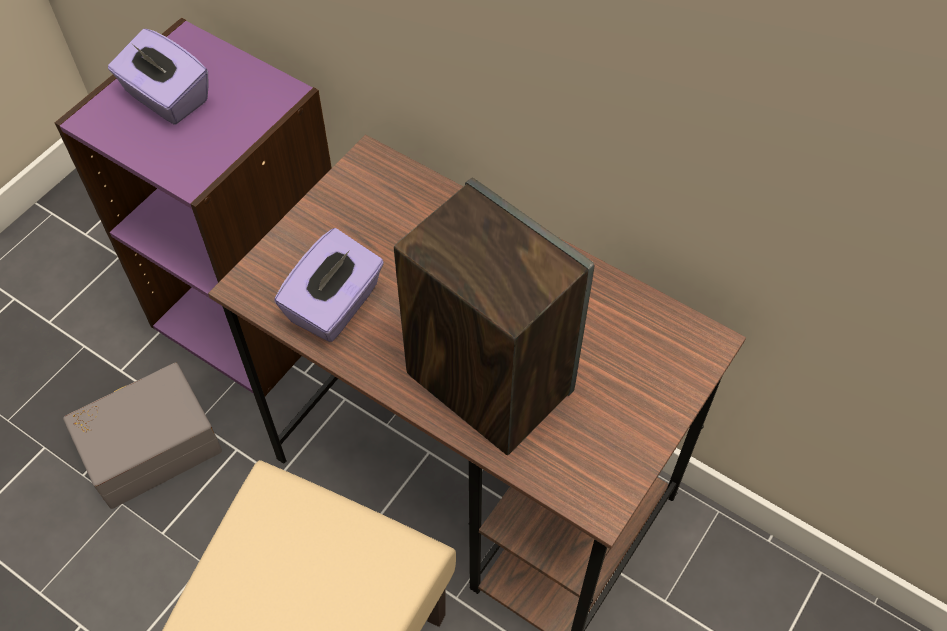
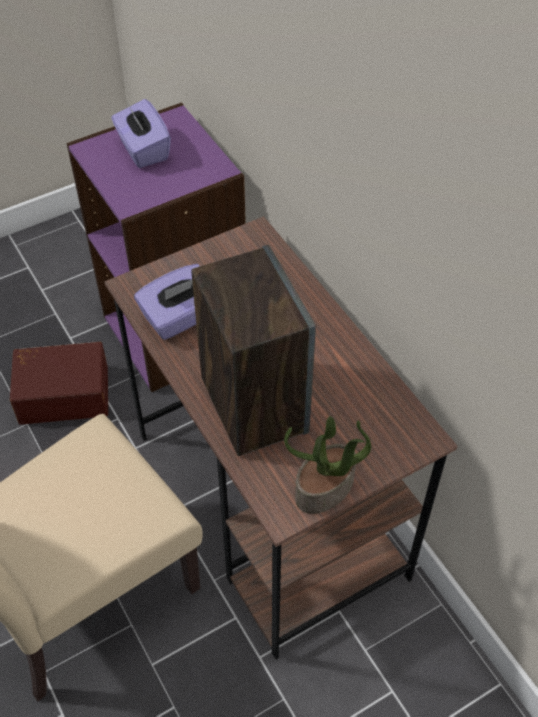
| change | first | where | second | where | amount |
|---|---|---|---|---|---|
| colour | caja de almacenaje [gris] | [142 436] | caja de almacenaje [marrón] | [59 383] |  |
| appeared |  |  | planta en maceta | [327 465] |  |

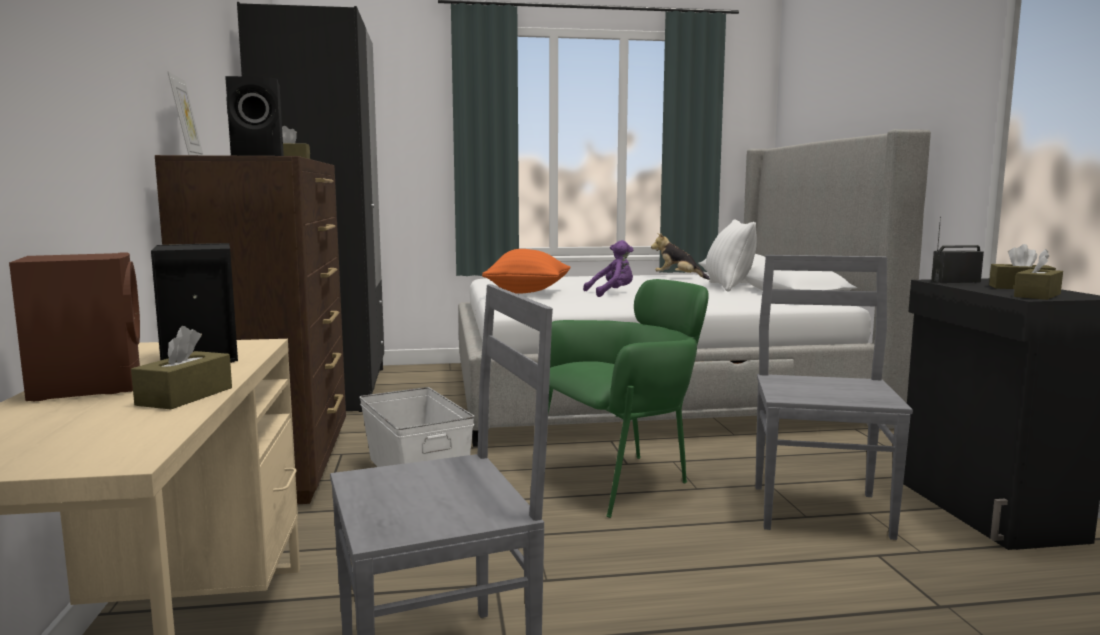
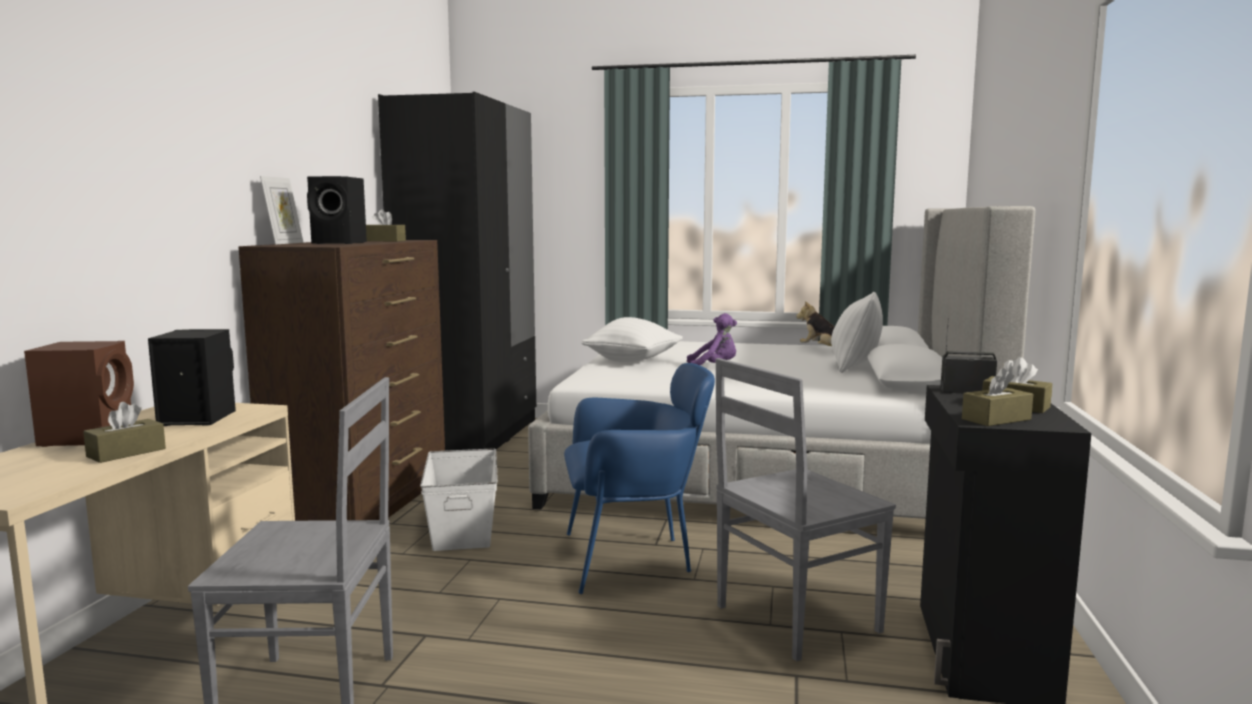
| change | first | where | second | where | amount |
|---|---|---|---|---|---|
| colour | cojín [naranja] | [526 271] | cojín [blanco] | [632 339] |  |
| spun | silla [gris] | [834 397] |  | [805 509] | 150 degrees counterclockwise |
| colour | sillón [verde] | [628 398] | sillón [azul] | [639 478] |  |

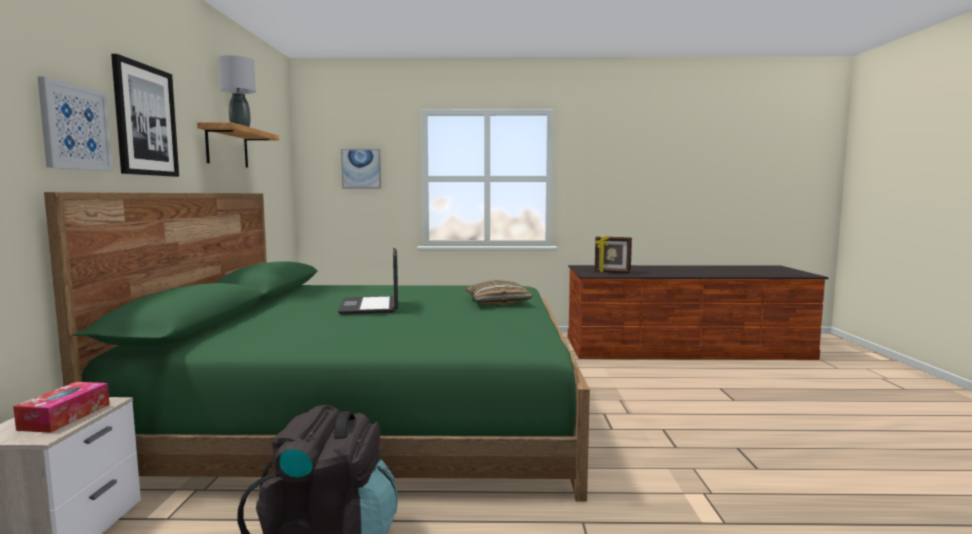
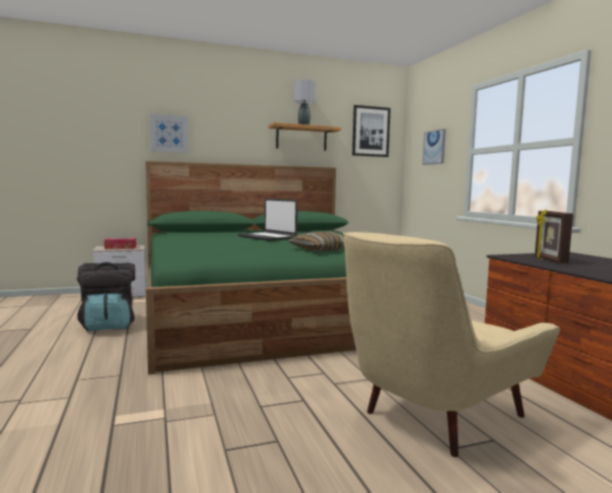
| change | first | where | second | where | amount |
|---|---|---|---|---|---|
| relocated | cuadro | [145 115] |  | [371 131] |  |
| spun | portátil | [368 281] |  | [268 219] | 105 degrees counterclockwise |
| appeared |  |  | sillón [beis] | [451 344] |  |

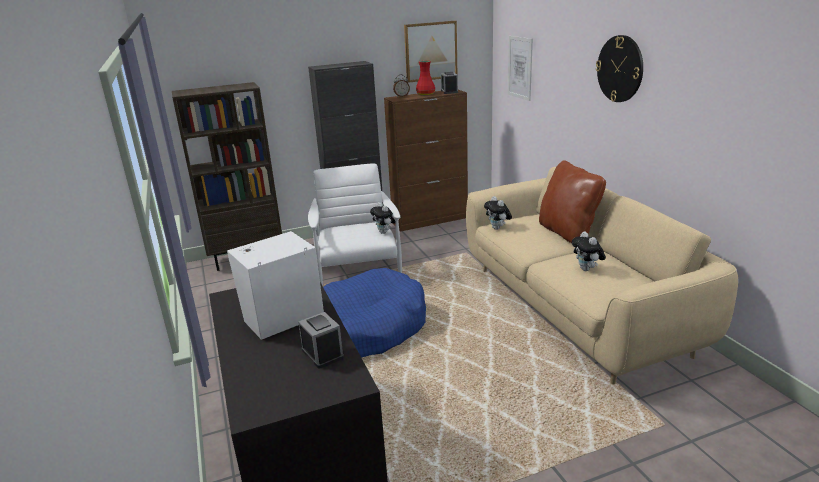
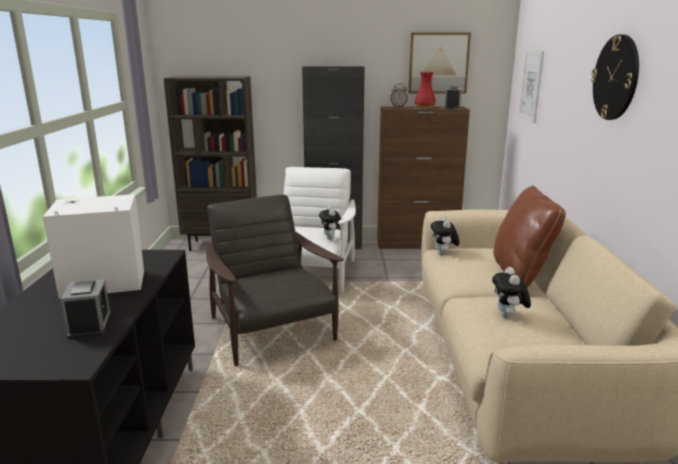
| change | first | where | second | where | amount |
|---|---|---|---|---|---|
| exchanged | cama para perro [azul] | [374 313] | sillón [marrón] | [275 280] |  |

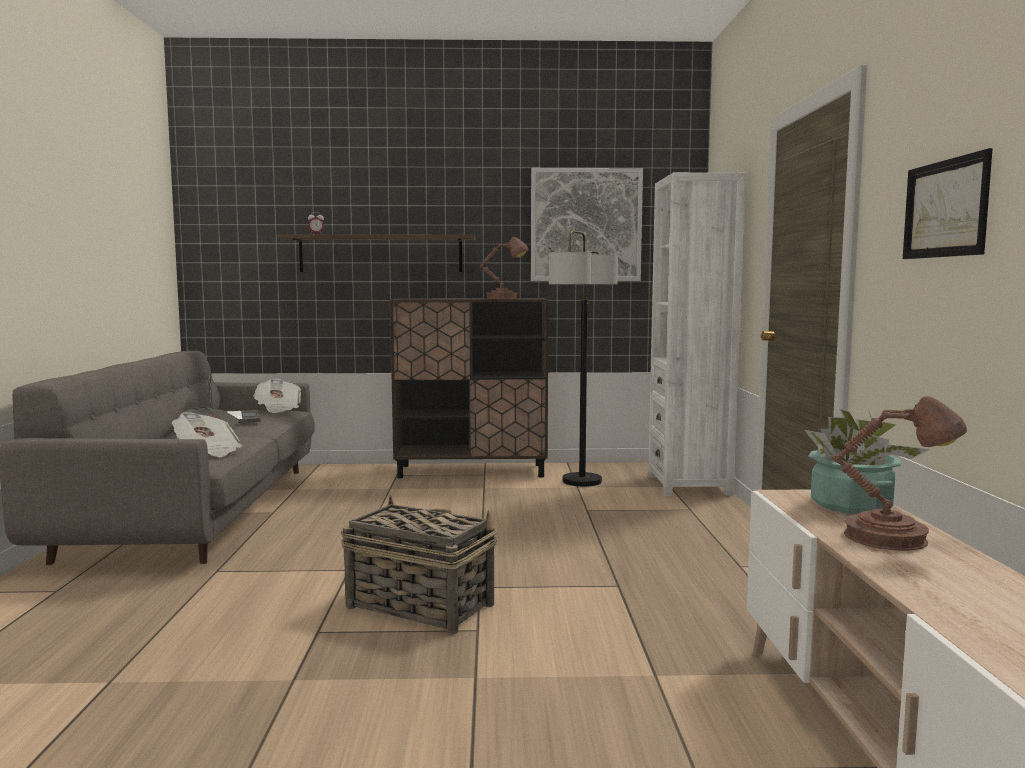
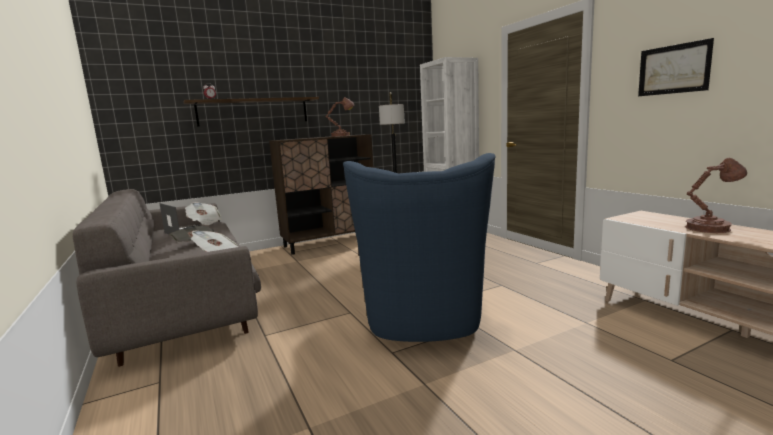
| change | first | where | second | where | amount |
|---|---|---|---|---|---|
| missing | cuadro | [587 224] |  |  |  |
| missing | planta en maceta | [867 461] |  |  |  |
| exchanged | cesta | [419 564] | sillón [azul] | [419 247] |  |

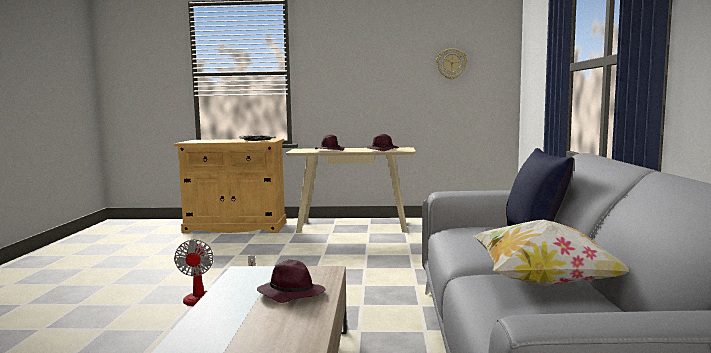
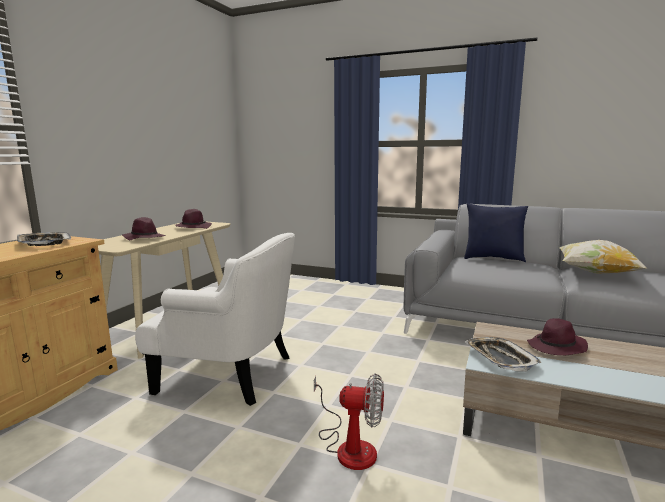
| change | first | where | second | where | amount |
|---|---|---|---|---|---|
| missing | reloj de pared | [451 64] |  |  |  |
| appeared |  |  | sillón [blanco] | [215 319] |  |
| appeared |  |  | bandeja | [503 354] |  |

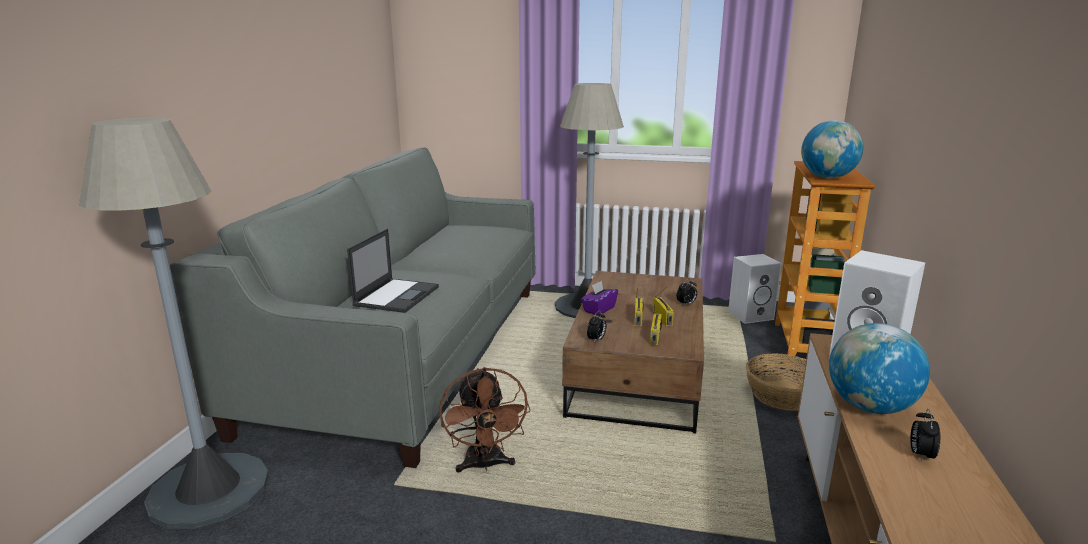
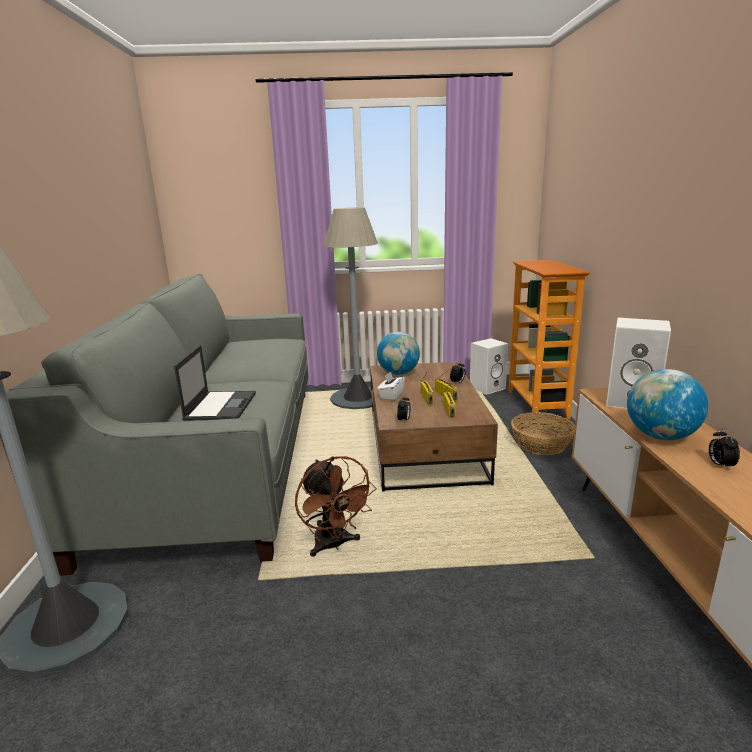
| change | first | where | second | where | amount |
|---|---|---|---|---|---|
| relocated | globo terráqueo | [832 149] |  | [398 353] |  |
| colour | caja de pañuelos [morado] | [599 298] | caja de pañuelos [blanco] | [391 386] |  |

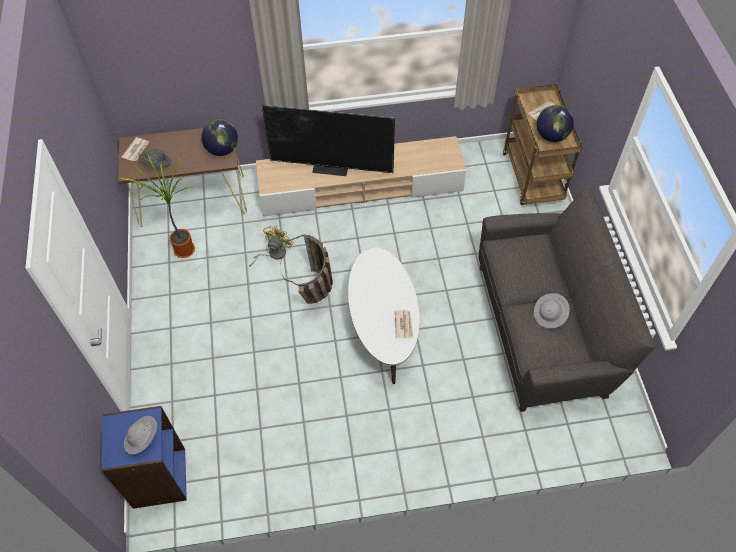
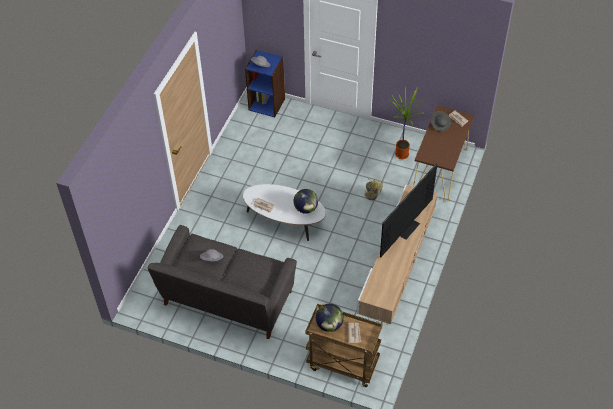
| change | first | where | second | where | amount |
|---|---|---|---|---|---|
| relocated | globo terráqueo | [219 137] |  | [306 201] |  |
| missing | cesta | [306 269] |  |  |  |

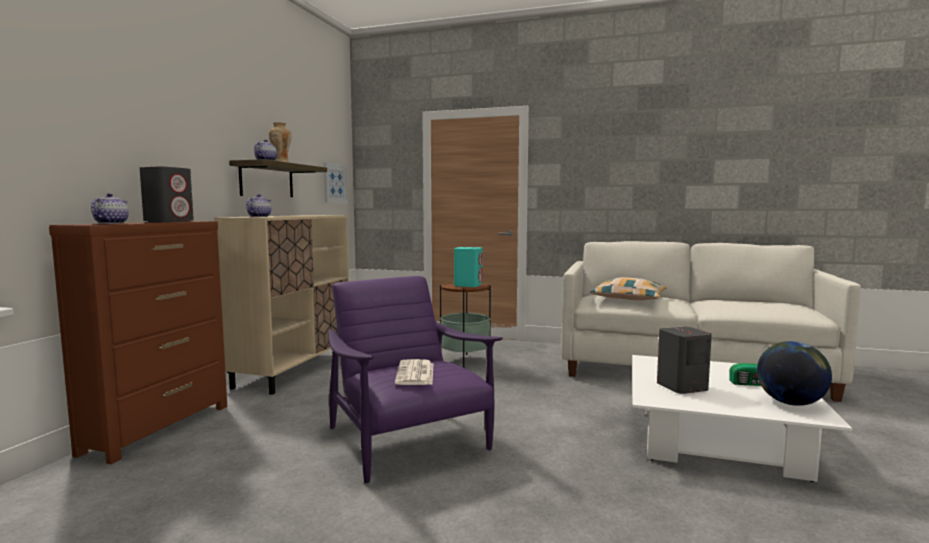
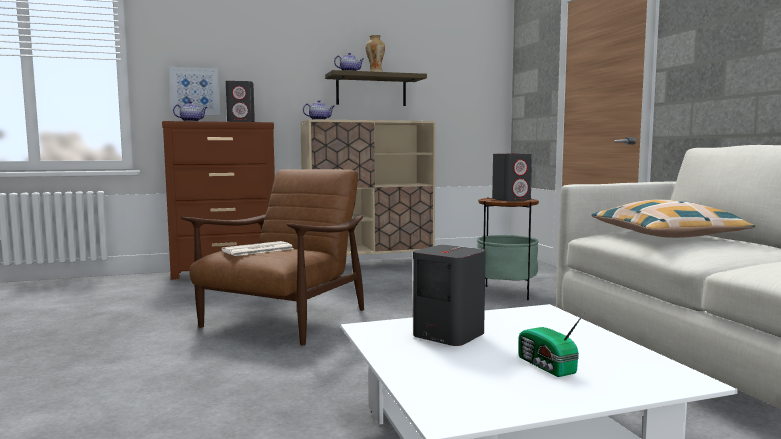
| change | first | where | second | where | amount |
|---|---|---|---|---|---|
| relocated | cuadro | [335 183] |  | [194 91] |  |
| colour | altavoz [turquesa] | [468 267] | altavoz [gris] | [512 177] |  |
| colour | sillón [morado] | [415 379] | sillón [marrón] | [272 257] |  |
| missing | globo terráqueo | [794 373] |  |  |  |

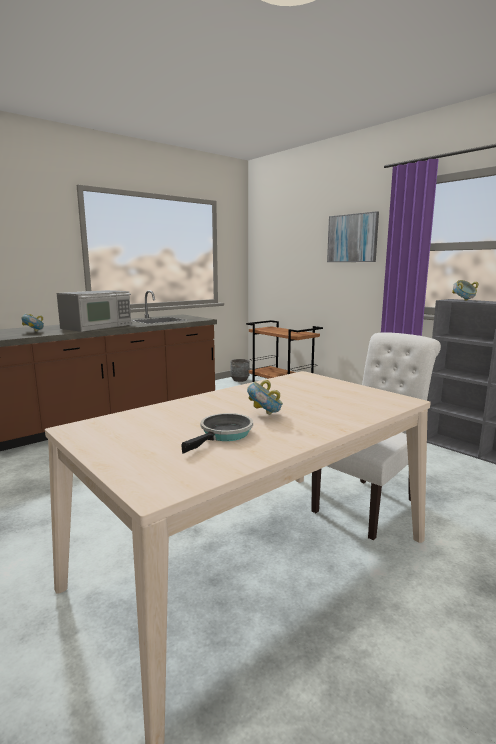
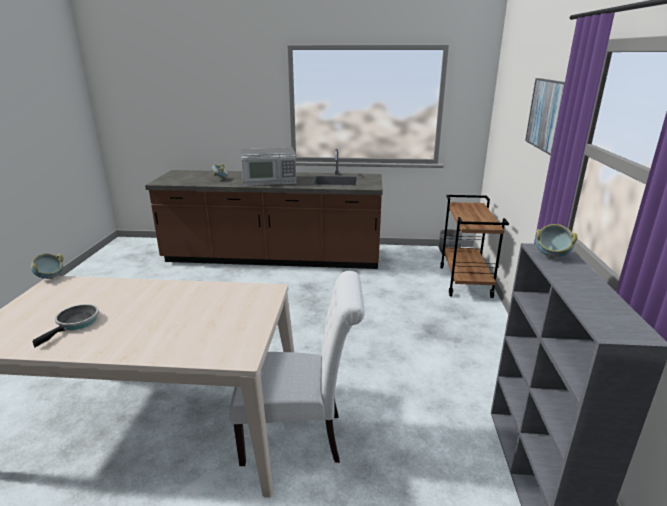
| change | first | where | second | where | amount |
|---|---|---|---|---|---|
| relocated | cuenco | [265 397] |  | [47 266] |  |
| spun | sartén | [217 433] |  | [66 325] | 60 degrees counterclockwise |

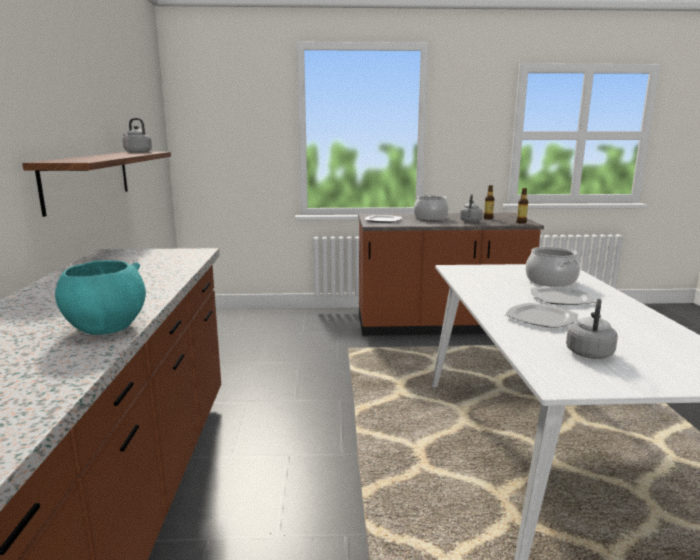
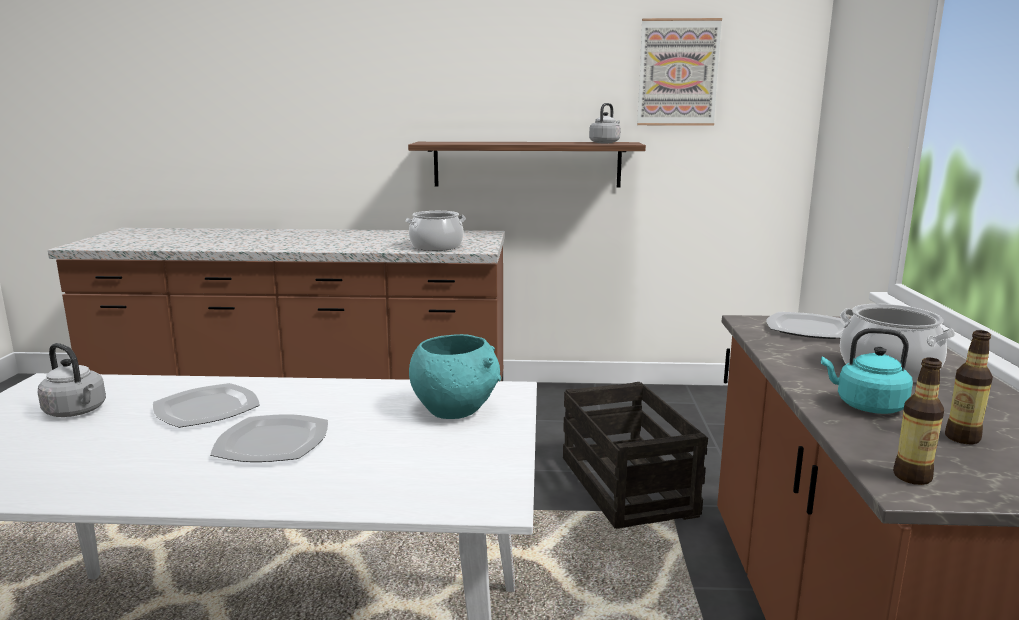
| change | first | where | second | where | amount |
|---|---|---|---|---|---|
| colour | hervidor [gris] | [471 208] | hervidor [turquesa] | [867 371] |  |
| relocated | olla | [553 267] |  | [436 231] |  |
| relocated | cuenco [turquesa] | [100 297] |  | [455 376] |  |
| appeared |  |  | cuadro | [679 71] |  |
| appeared |  |  | caja de embalaje | [635 455] |  |

